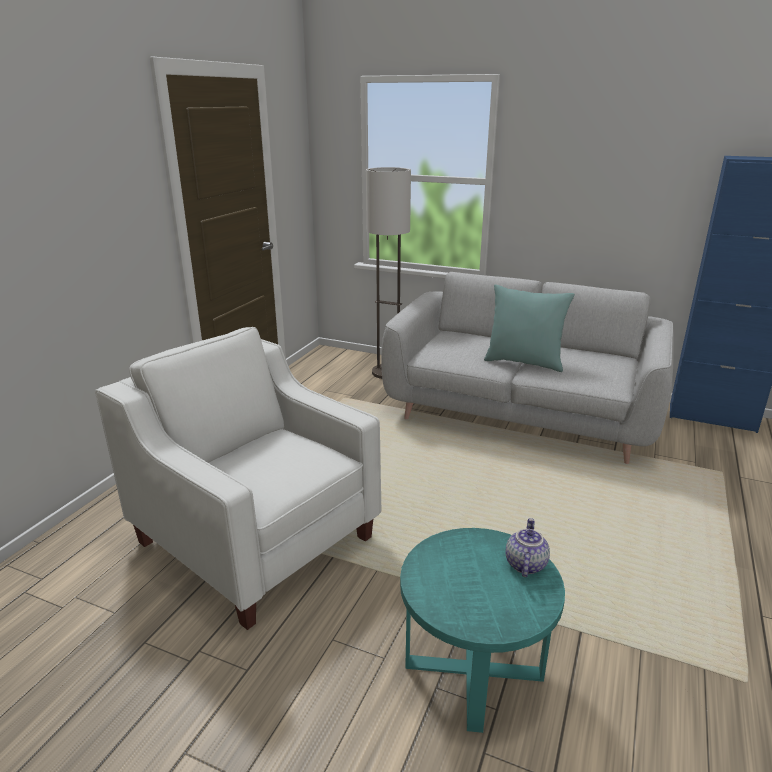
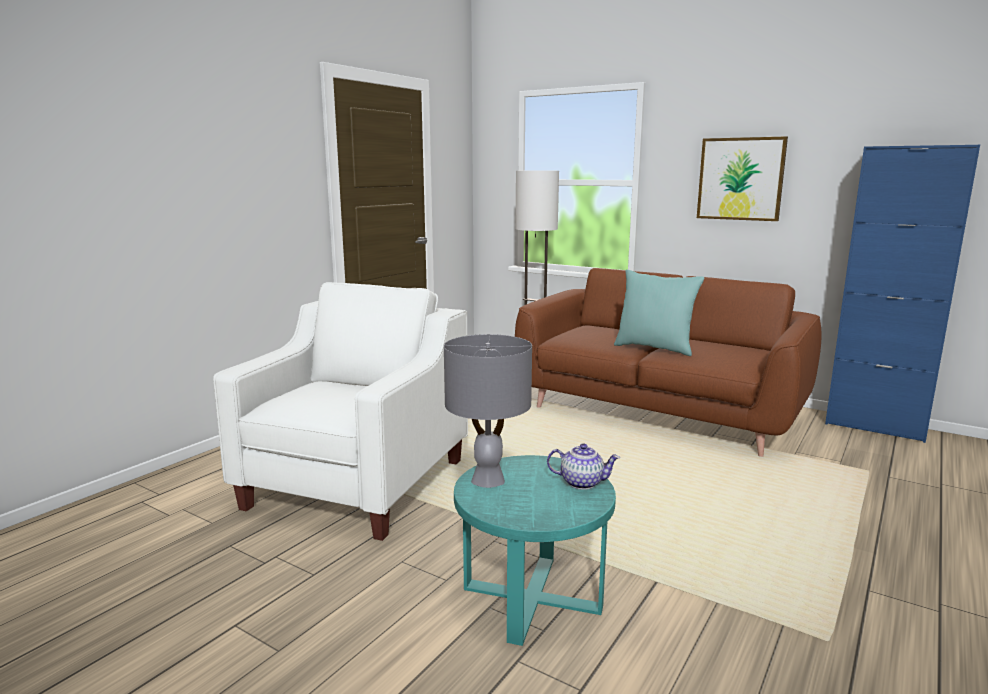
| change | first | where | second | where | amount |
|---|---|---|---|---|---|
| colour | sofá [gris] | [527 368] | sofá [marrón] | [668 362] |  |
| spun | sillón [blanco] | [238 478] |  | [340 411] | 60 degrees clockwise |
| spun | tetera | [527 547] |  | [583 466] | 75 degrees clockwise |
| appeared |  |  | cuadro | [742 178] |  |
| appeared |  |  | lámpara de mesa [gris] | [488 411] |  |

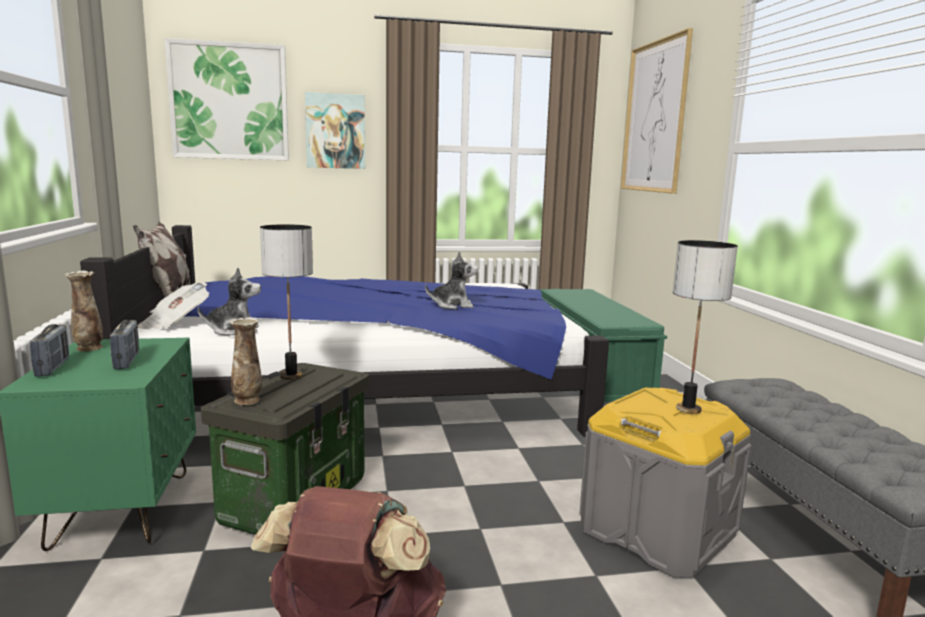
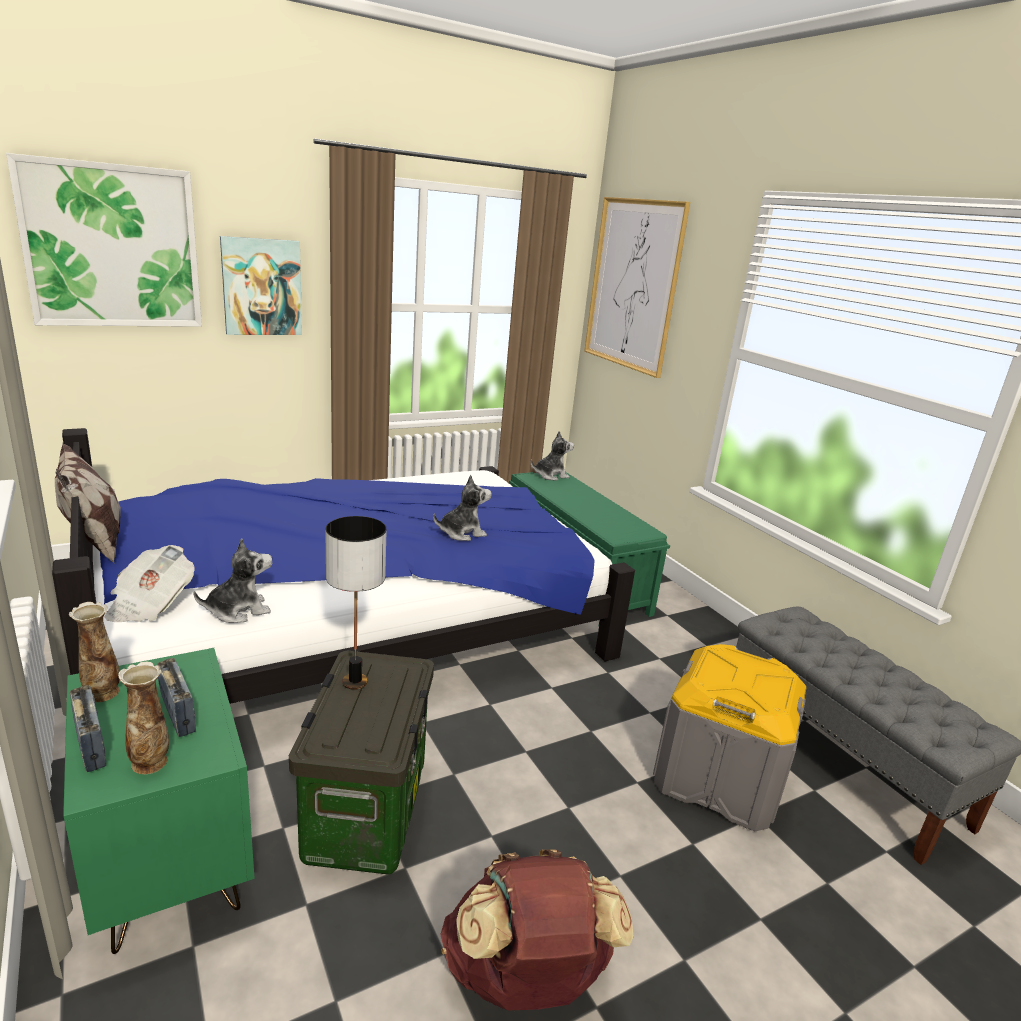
| change | first | where | second | where | amount |
|---|---|---|---|---|---|
| missing | lámpara de mesa | [705 327] |  |  |  |
| relocated | florero | [246 361] |  | [143 718] |  |
| appeared |  |  | peluche | [552 456] |  |

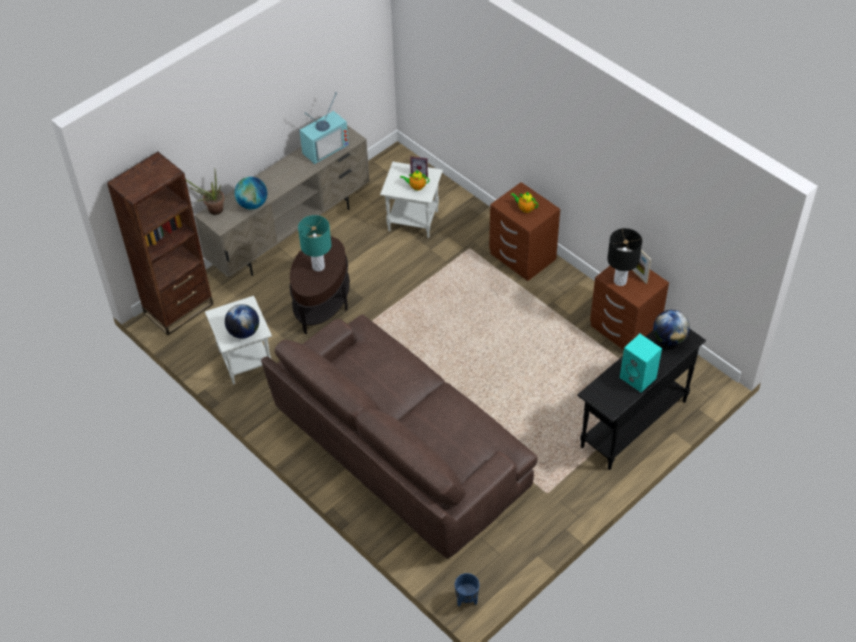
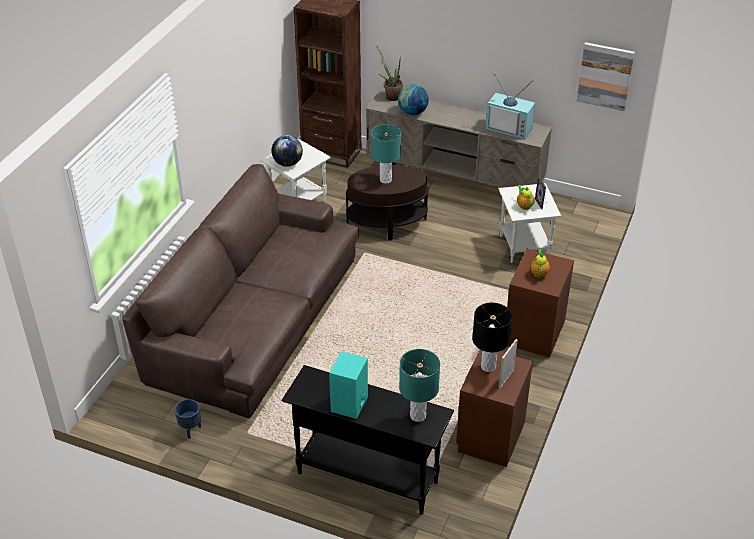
| change | first | where | second | where | amount |
|---|---|---|---|---|---|
| exchanged | globo terráqueo | [671 328] | lámpara de mesa [turquesa] | [419 385] |  |
| relocated | maceta [azul] | [467 590] |  | [188 419] |  |
| appeared |  |  | cuadro | [606 76] |  |

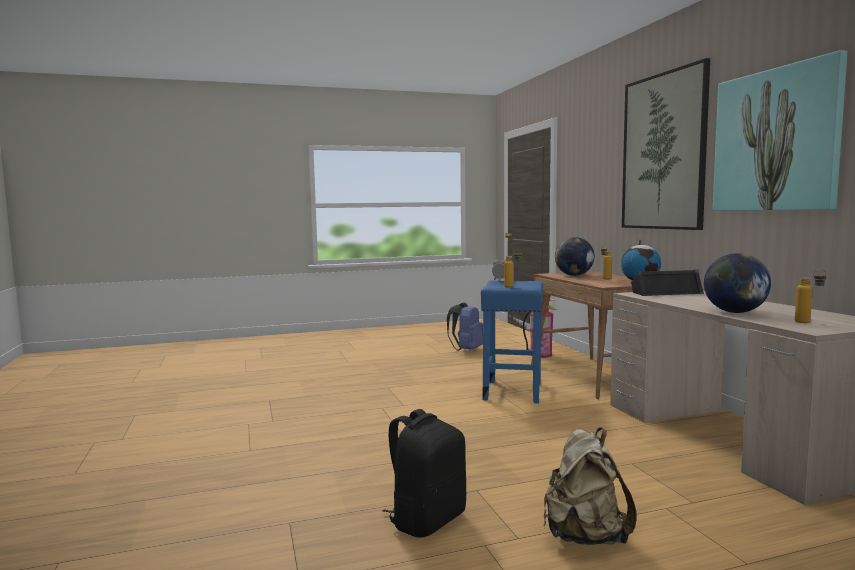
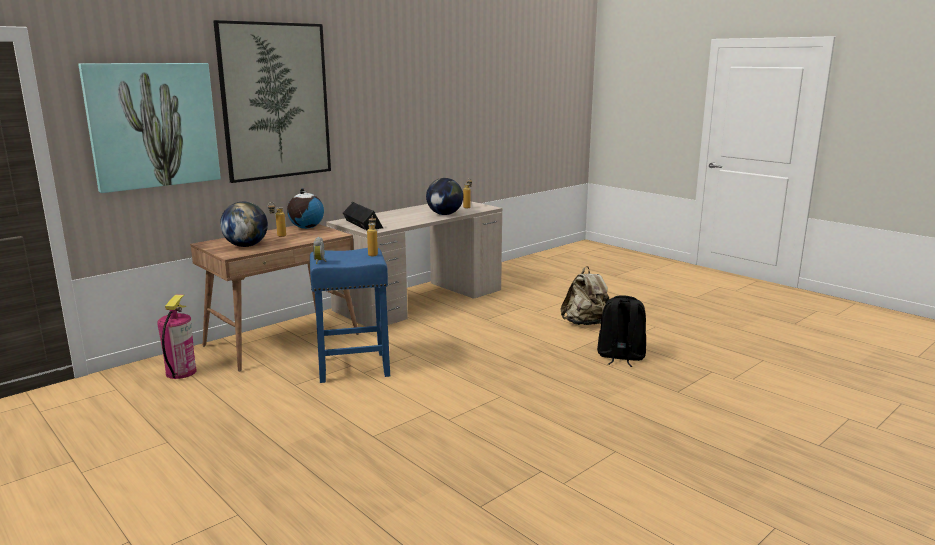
| change | first | where | second | where | amount |
|---|---|---|---|---|---|
| relocated | cuadro | [780 130] |  | [149 128] |  |
| missing | mochila [azul] | [465 326] |  |  |  |

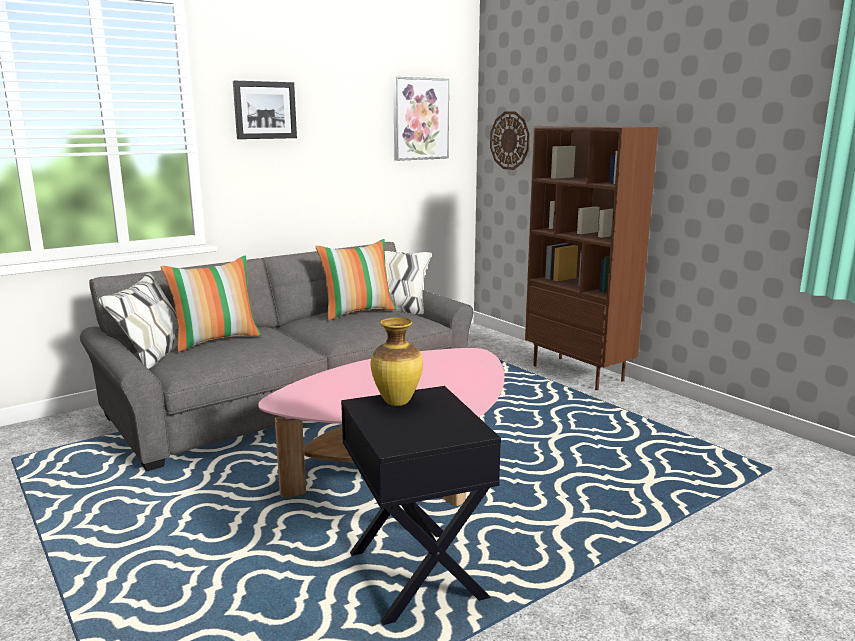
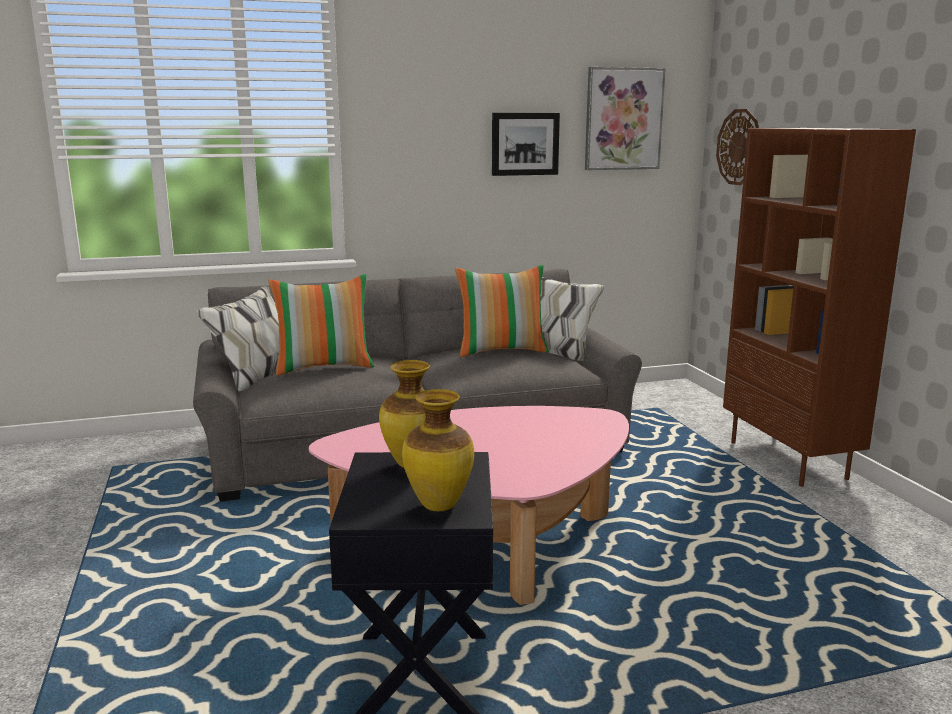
| change | first | where | second | where | amount |
|---|---|---|---|---|---|
| relocated | cuadro | [265 110] |  | [526 144] |  |
| appeared |  |  | florero | [438 450] |  |

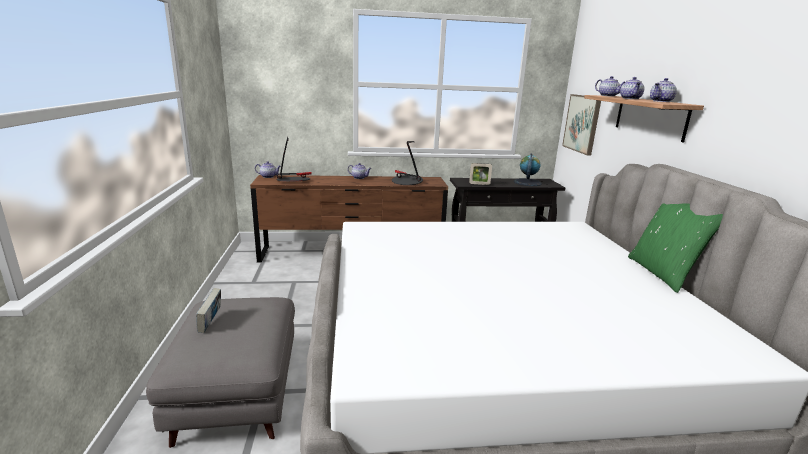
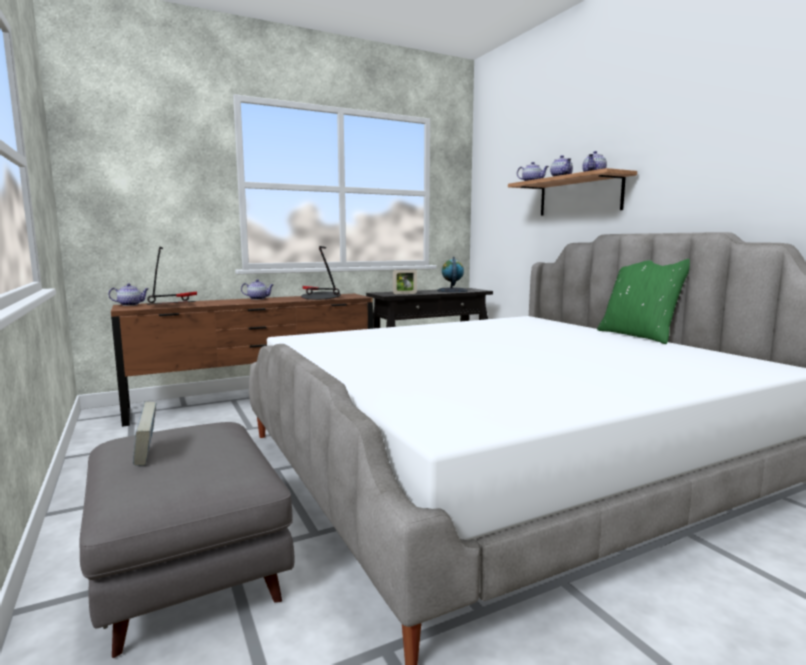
| change | first | where | second | where | amount |
|---|---|---|---|---|---|
| missing | cuadro | [581 125] |  |  |  |

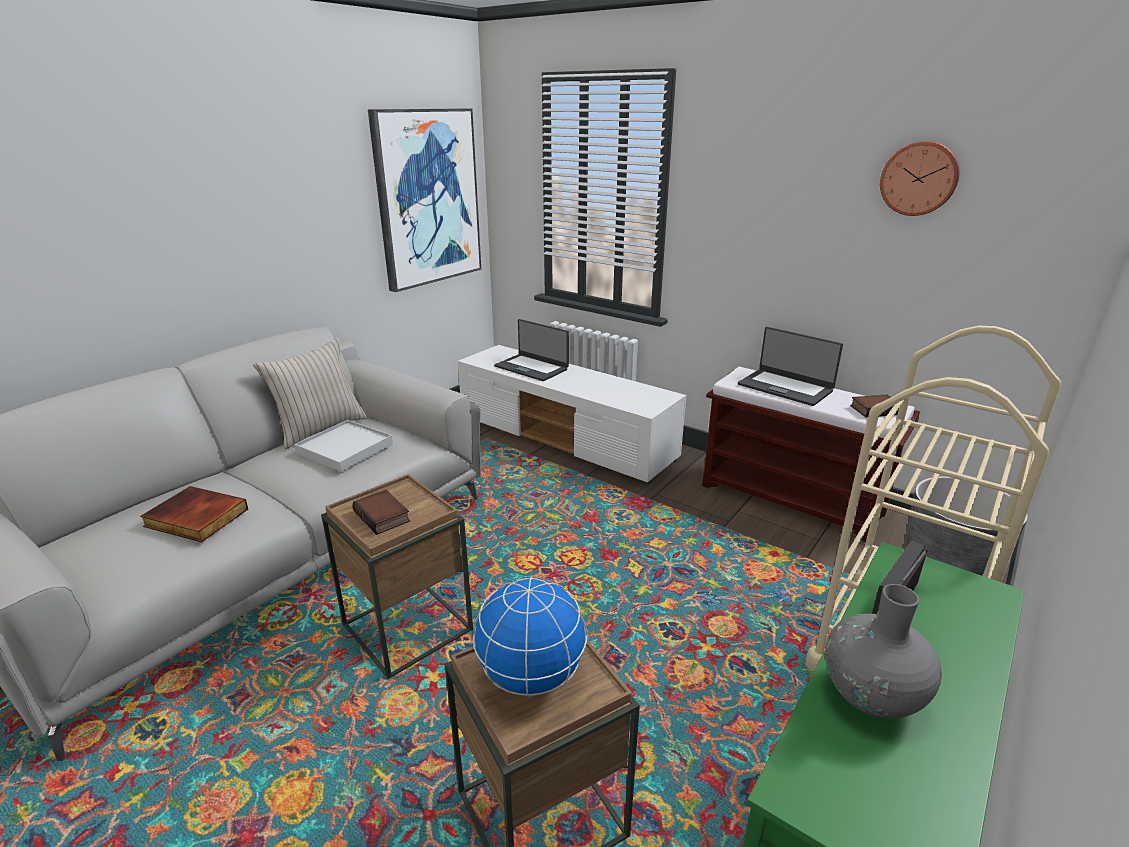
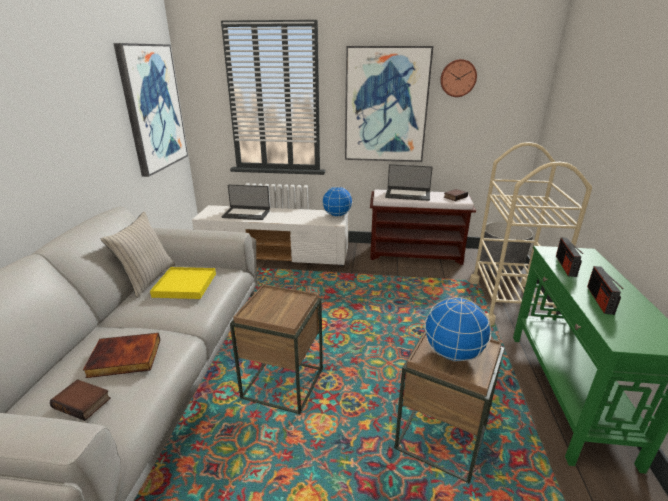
| change | first | where | second | where | amount |
|---|---|---|---|---|---|
| colour | bandeja [blanco] | [343 446] | bandeja [amarillo] | [183 283] |  |
| relocated | libro | [381 512] |  | [80 400] |  |
| exchanged | florero [gris] | [883 651] | radio | [605 290] |  |
| appeared |  |  | cuadro | [389 104] |  |
| appeared |  |  | globo terráqueo | [337 201] |  |

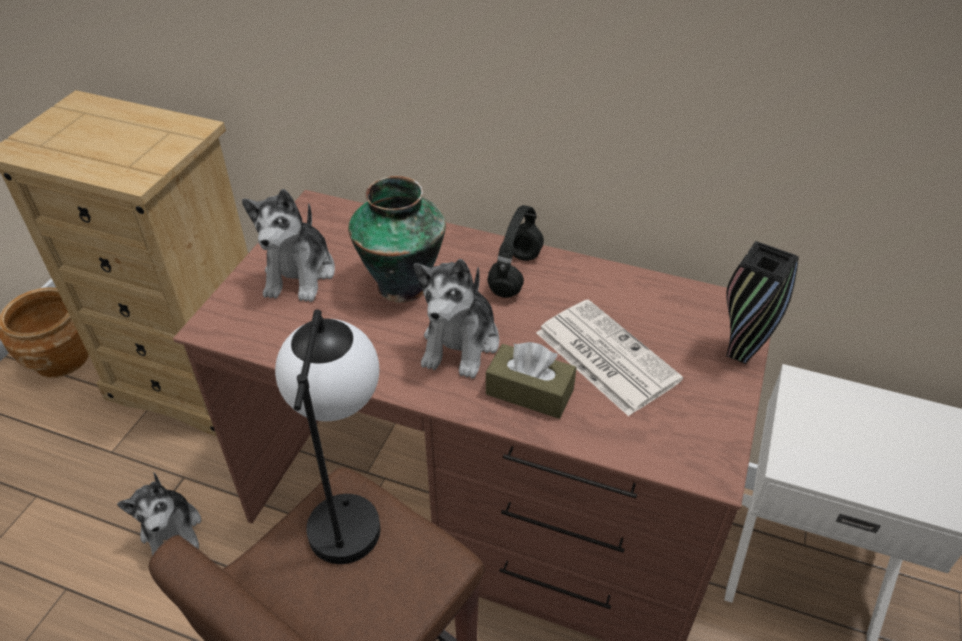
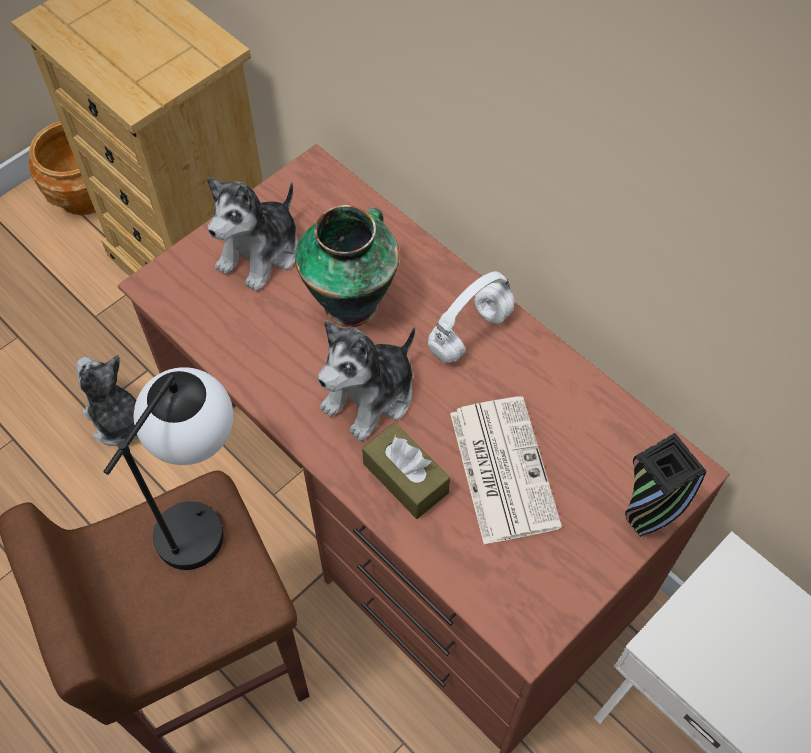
| change | first | where | second | where | amount |
|---|---|---|---|---|---|
| colour | auriculares [negro] | [515 251] | auriculares [blanco] | [471 317] |  |
| spun | peluche | [159 514] |  | [107 400] | 135 degrees clockwise |

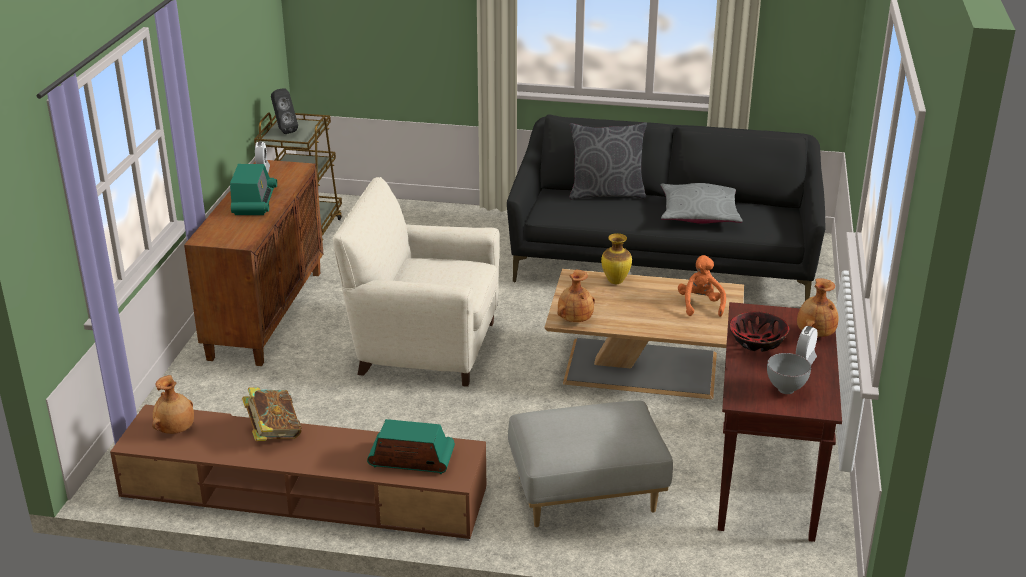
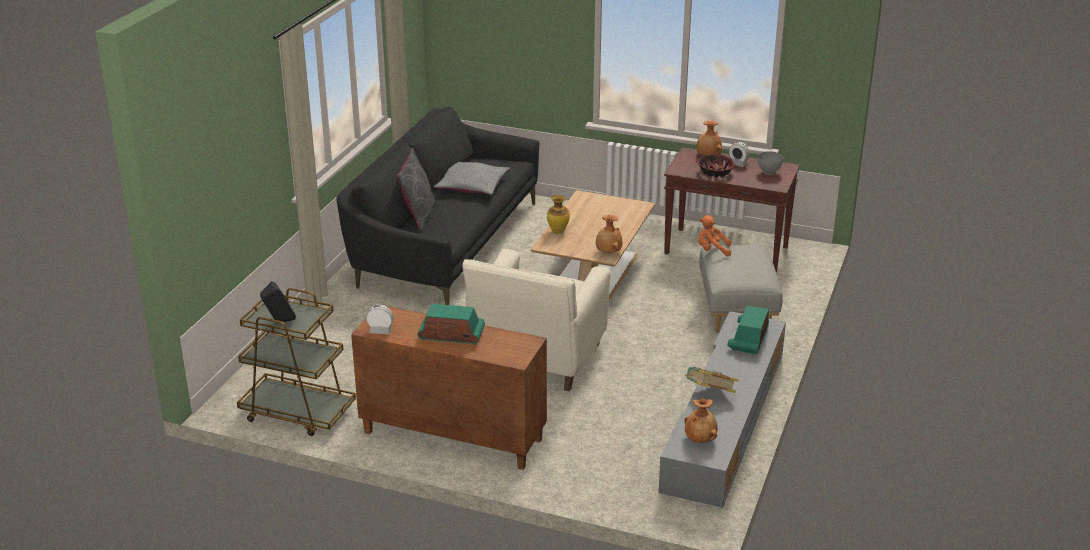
| change | first | where | second | where | amount |
|---|---|---|---|---|---|
| relocated | peluche [naranja] | [702 286] |  | [714 235] |  |
| colour | mueble de televisión [marrón] | [298 472] | mueble de televisión [gris] | [722 410] |  |

